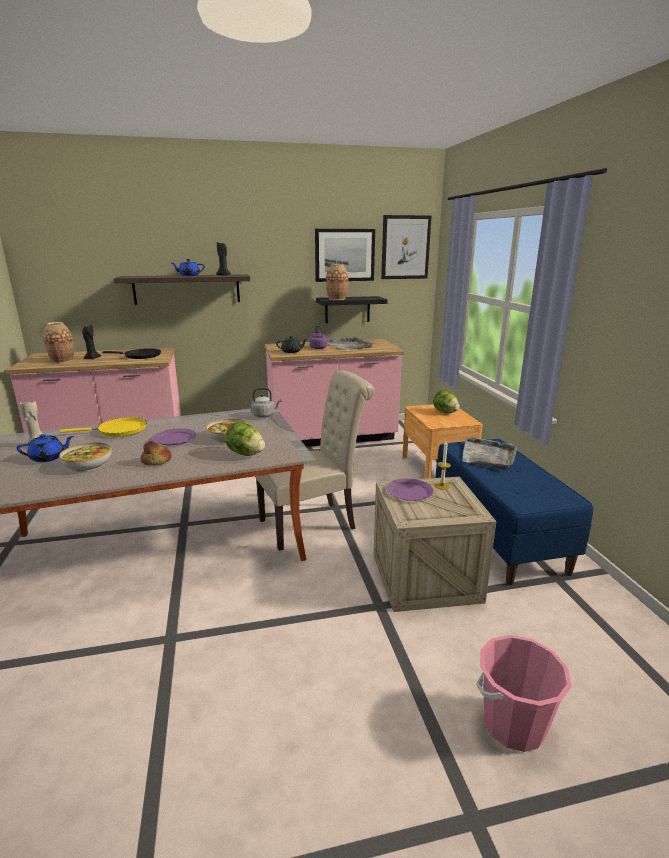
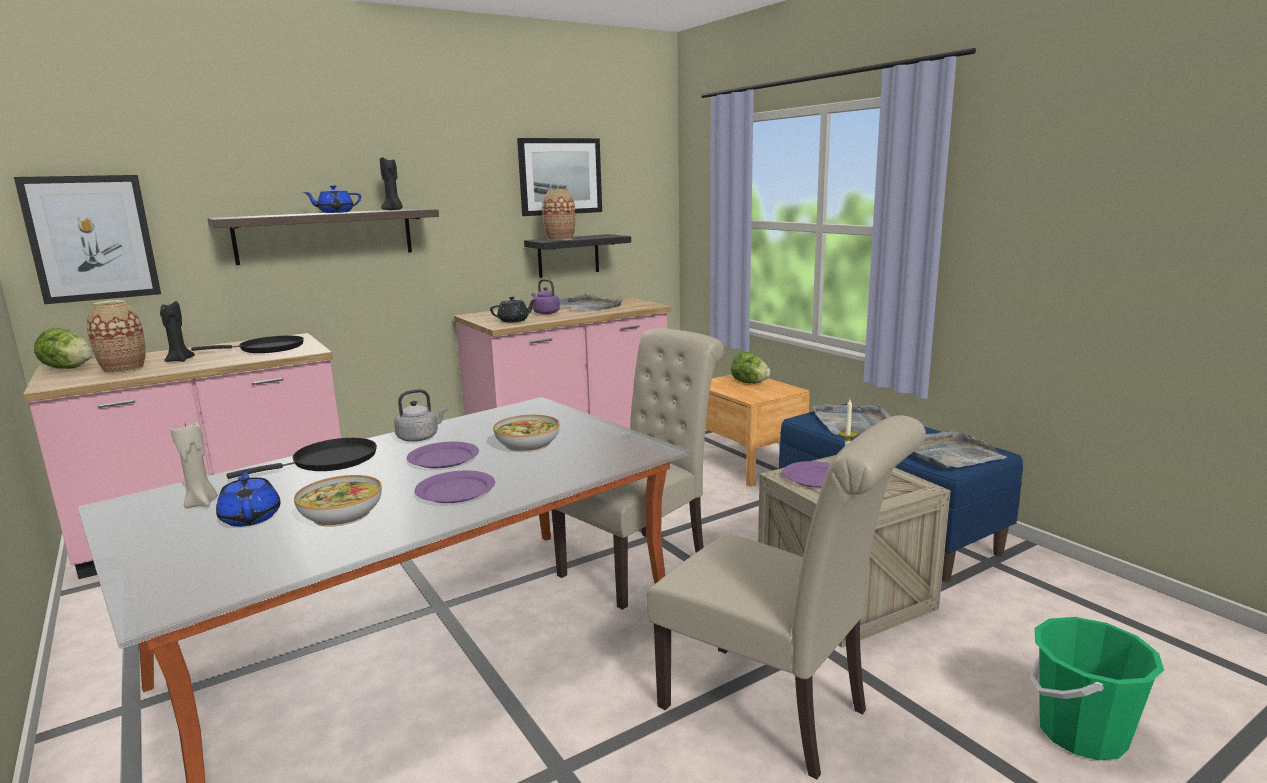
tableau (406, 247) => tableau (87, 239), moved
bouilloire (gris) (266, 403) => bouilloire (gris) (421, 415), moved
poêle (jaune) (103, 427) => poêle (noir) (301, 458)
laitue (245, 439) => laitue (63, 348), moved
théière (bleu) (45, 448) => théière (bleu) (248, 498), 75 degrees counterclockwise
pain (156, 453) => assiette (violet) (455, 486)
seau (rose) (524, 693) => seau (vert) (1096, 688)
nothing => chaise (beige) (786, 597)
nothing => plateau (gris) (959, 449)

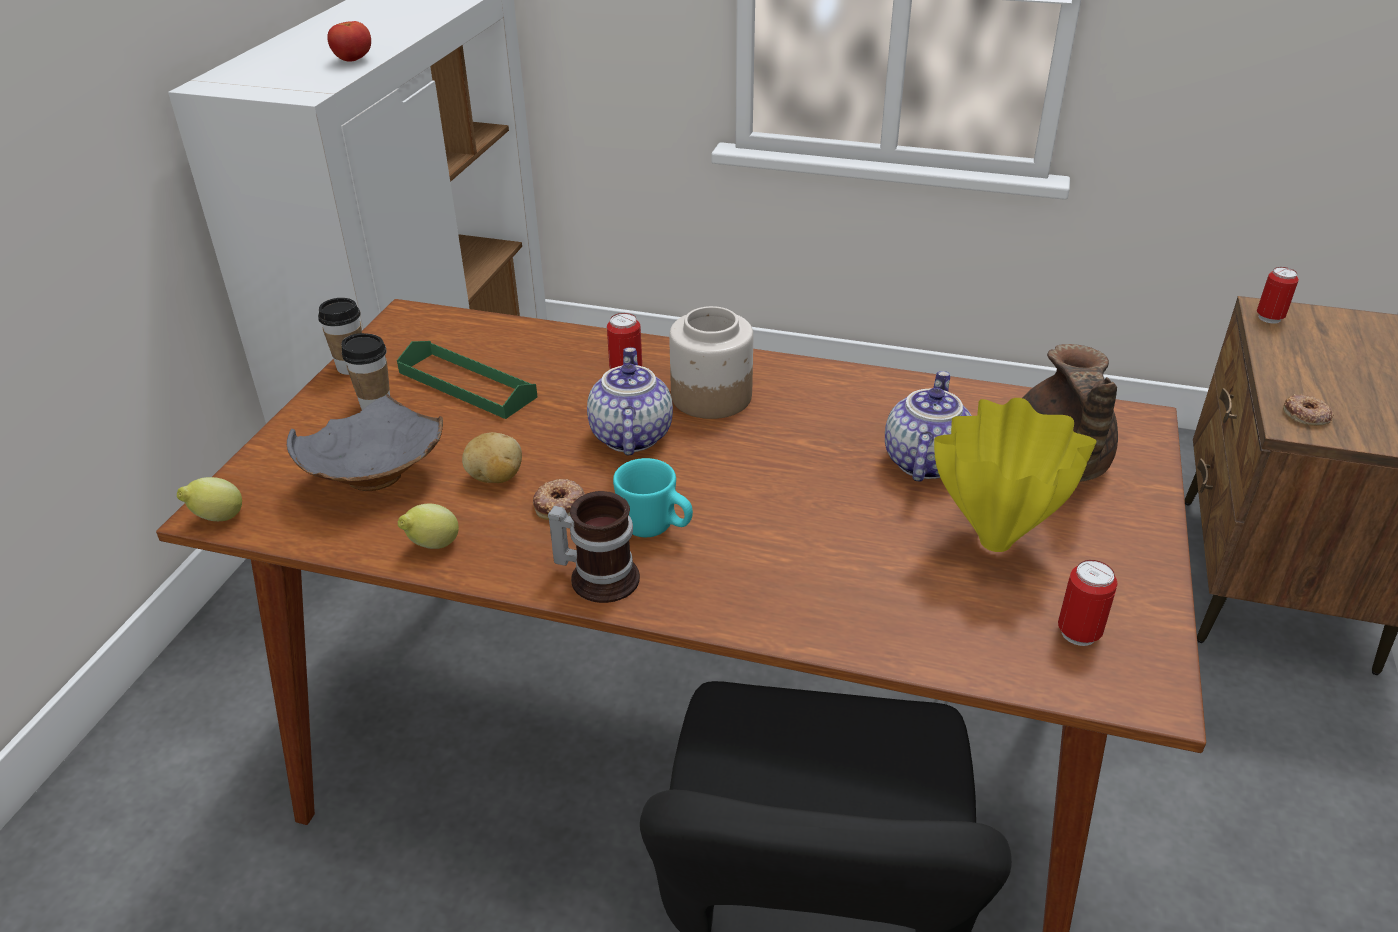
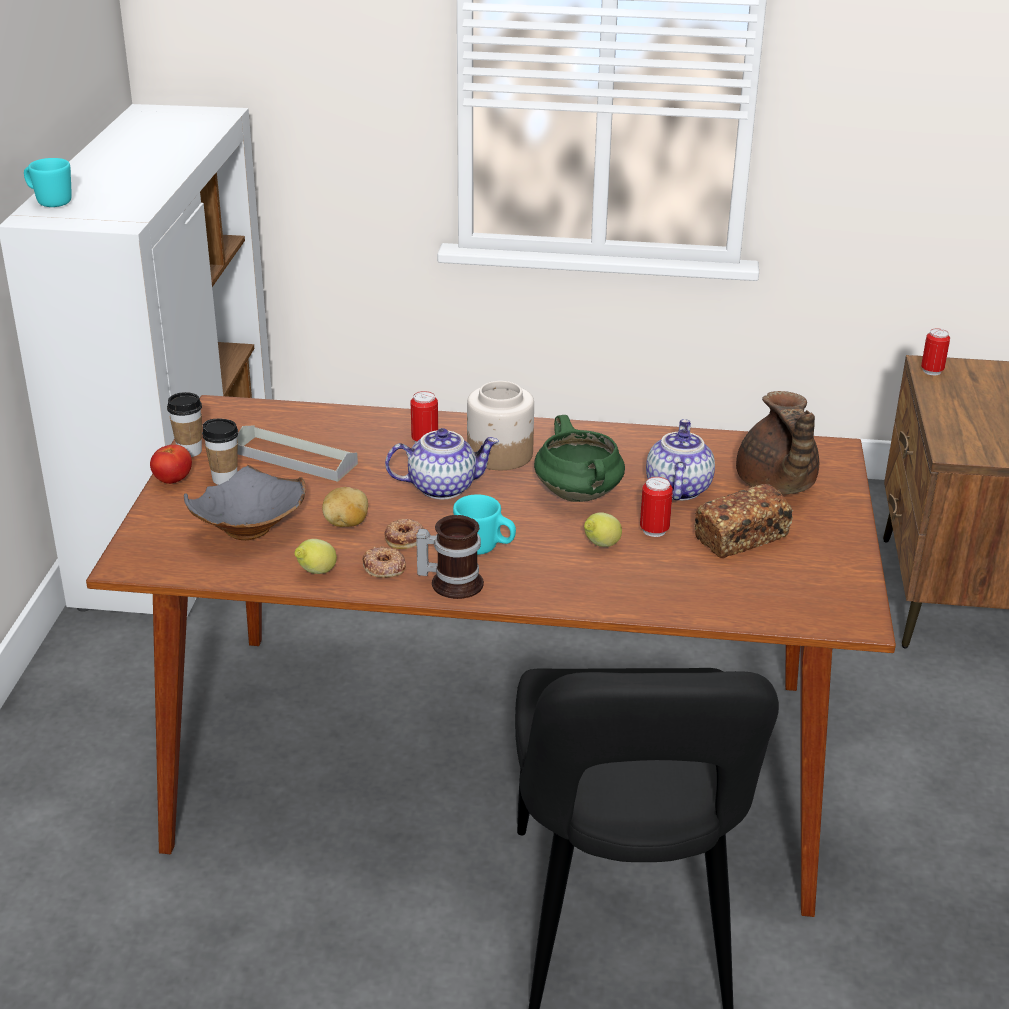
tomate (349, 41) => tomate (171, 464), moved
plateau (vert) (467, 380) => plateau (gris) (297, 454)
théière (630, 401) => théière (442, 463), 90 degrees clockwise
beignet (1308, 410) => beignet (384, 562), moved
vase (jaune) (1015, 475) => pain (743, 521)
citron (209, 499) => citron (603, 529), moved
boîte métallique (1087, 603) => boîte métallique (656, 507), moved
nothing => mug (turquoise) (48, 182)
nothing => marmite (vert) (579, 458)

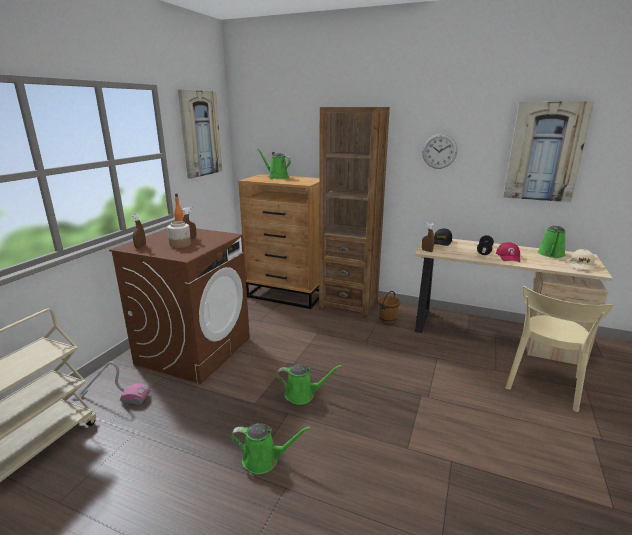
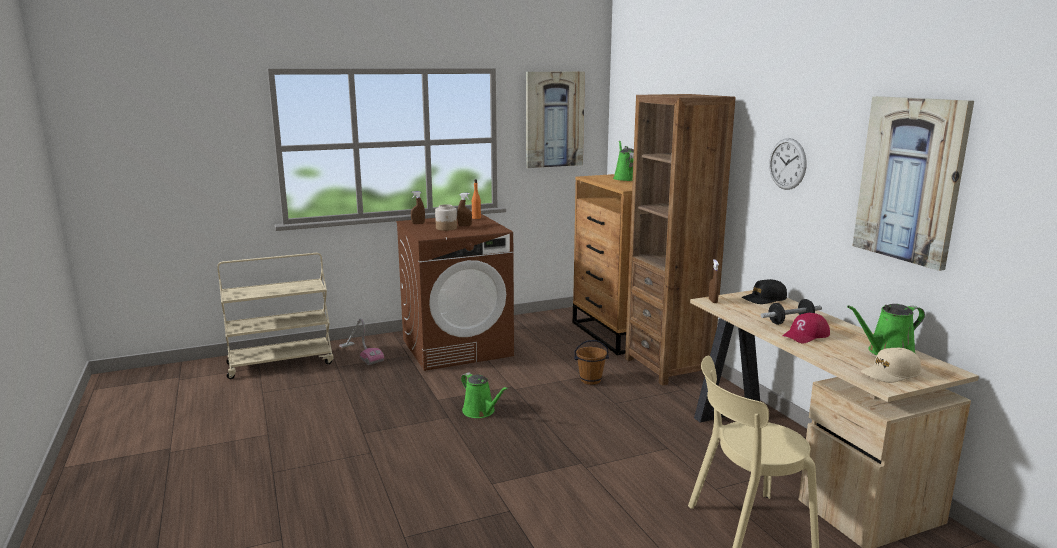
seau (marron) (389, 307) => seau (marron) (591, 362), moved
arrosoir (vert) (270, 448) => nothing

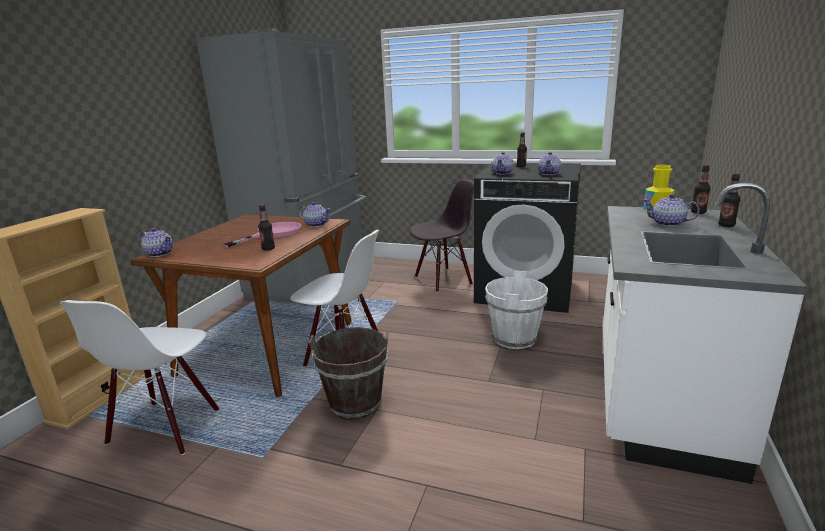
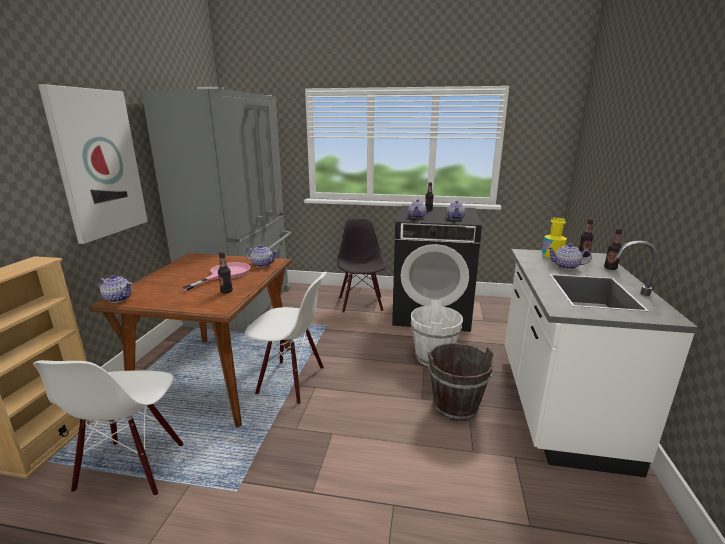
chaise (noir) (441, 235) => chaise (noir) (362, 265), 60 degrees counterclockwise
seau (marron) (349, 373) => seau (marron) (461, 382), moved
nothing => tableau (93, 164)

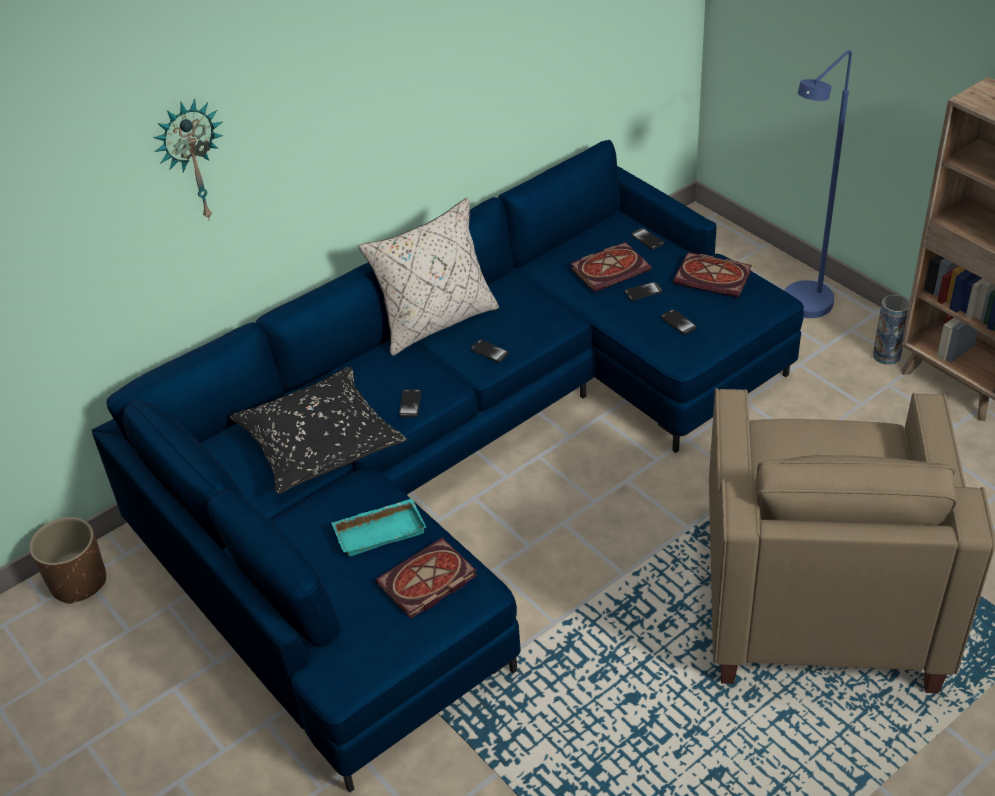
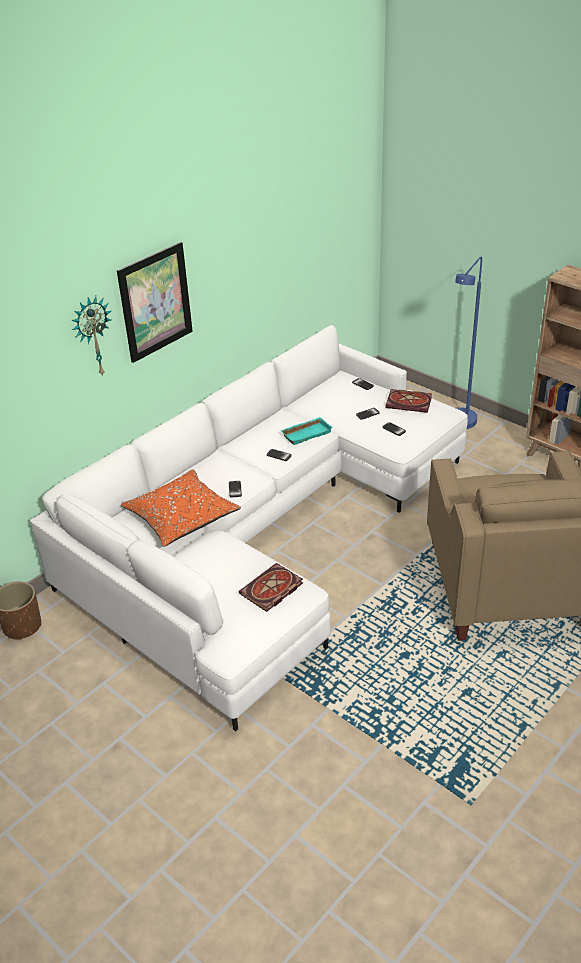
canapé (bleu) (448, 466) => canapé (blanc) (249, 528)
coussin (beige) (428, 277) => nothing
livre (610, 267) => nothing
vase (891, 330) => nothing
coussin (noir) (318, 430) => coussin (orange) (181, 508)
plateau (turquoise) (379, 527) => plateau (turquoise) (306, 431), moved
nothing => tableau (155, 302)

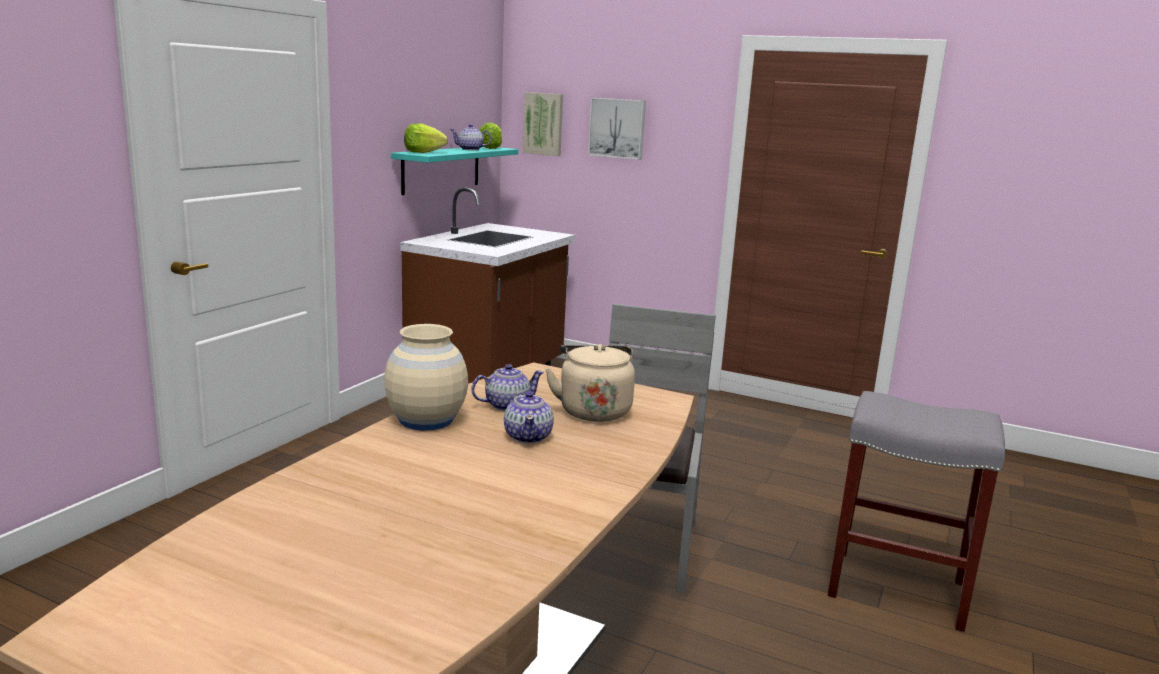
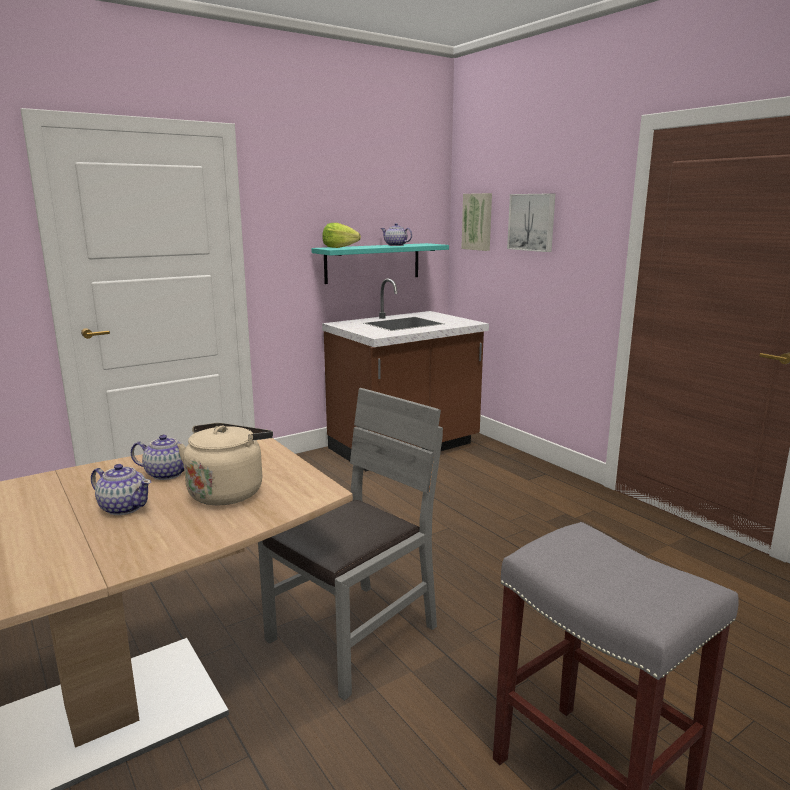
laitue (490, 136) => nothing
vase (beige) (426, 377) => nothing
théière (529, 417) => théière (121, 489), 90 degrees counterclockwise

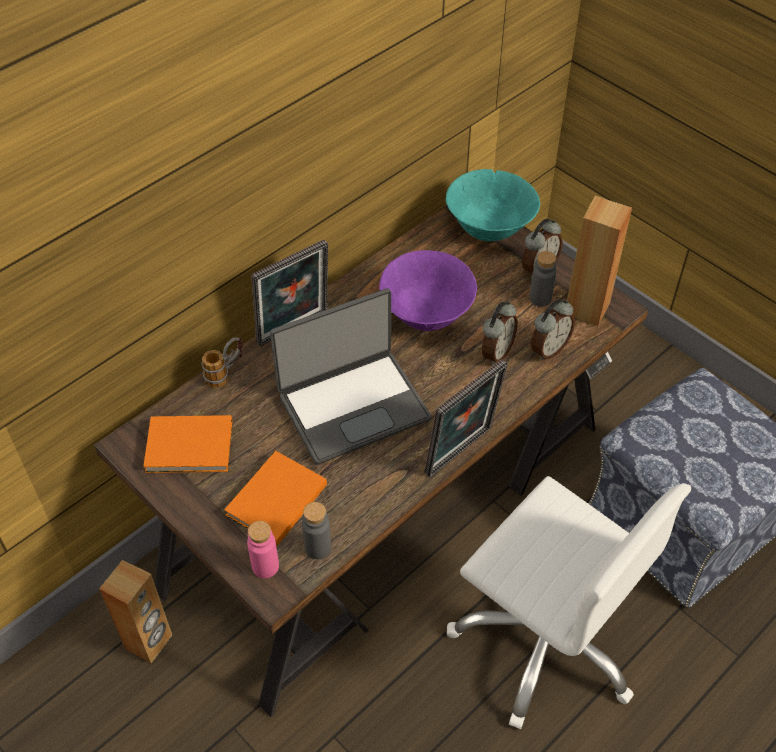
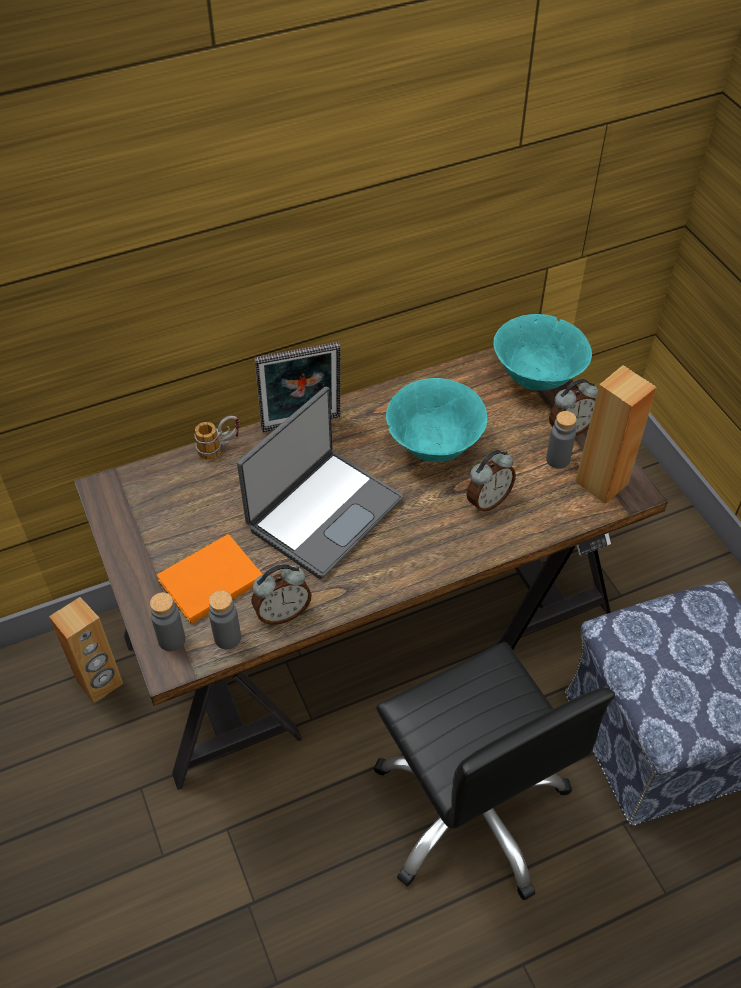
bol (violet) (428, 290) => bol (turquoise) (436, 420)
ordinateur portable (350, 376) => ordinateur portable (320, 482), 45 degrees counterclockwise
réveil (553, 330) => réveil (281, 594), moved
cadre photo (466, 418) => nothing
livre (orange) (187, 444) => nothing
chaise de bureau (blanc) (569, 602) => chaise de bureau (noir) (494, 771)
bouteille (rose) (263, 549) => bouteille (gris) (167, 621)

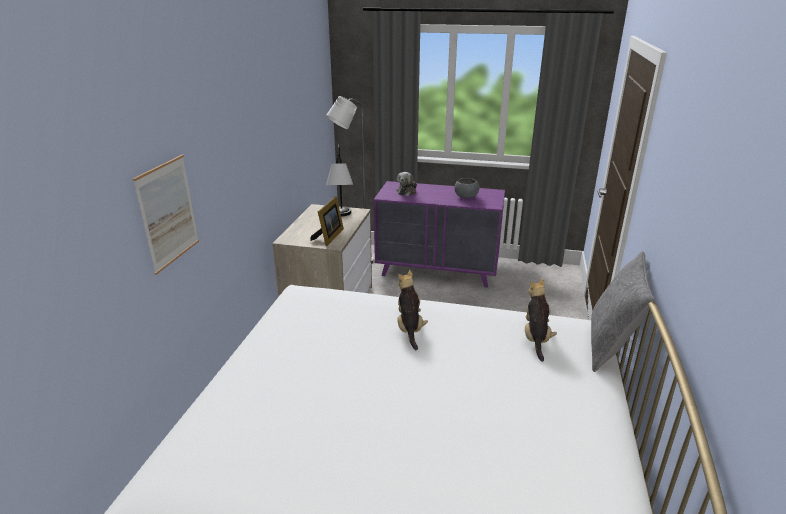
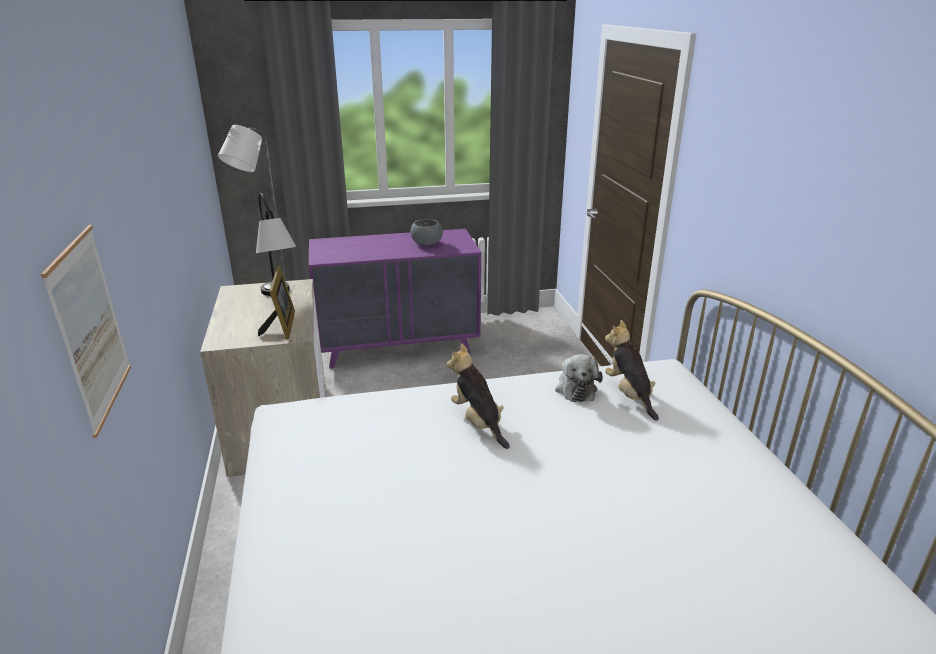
peluche (407, 184) => peluche (579, 378), moved
coussin (gris) (622, 311) => nothing

